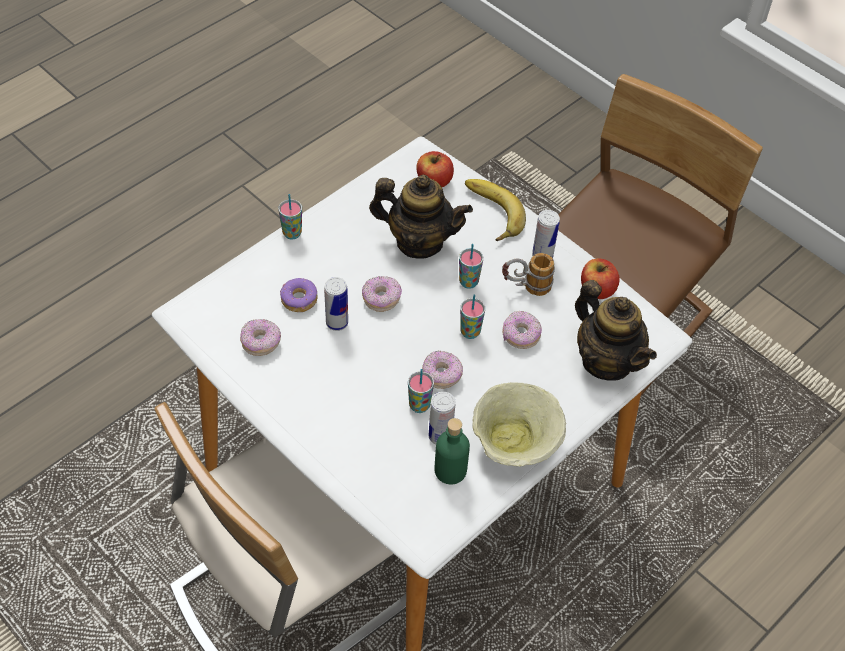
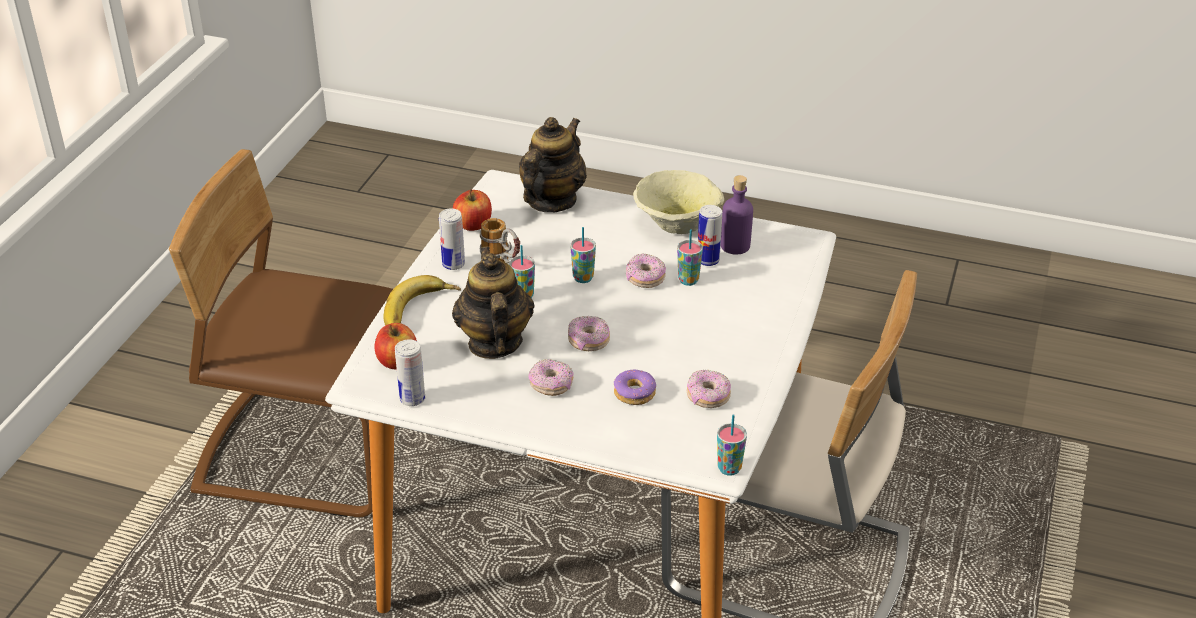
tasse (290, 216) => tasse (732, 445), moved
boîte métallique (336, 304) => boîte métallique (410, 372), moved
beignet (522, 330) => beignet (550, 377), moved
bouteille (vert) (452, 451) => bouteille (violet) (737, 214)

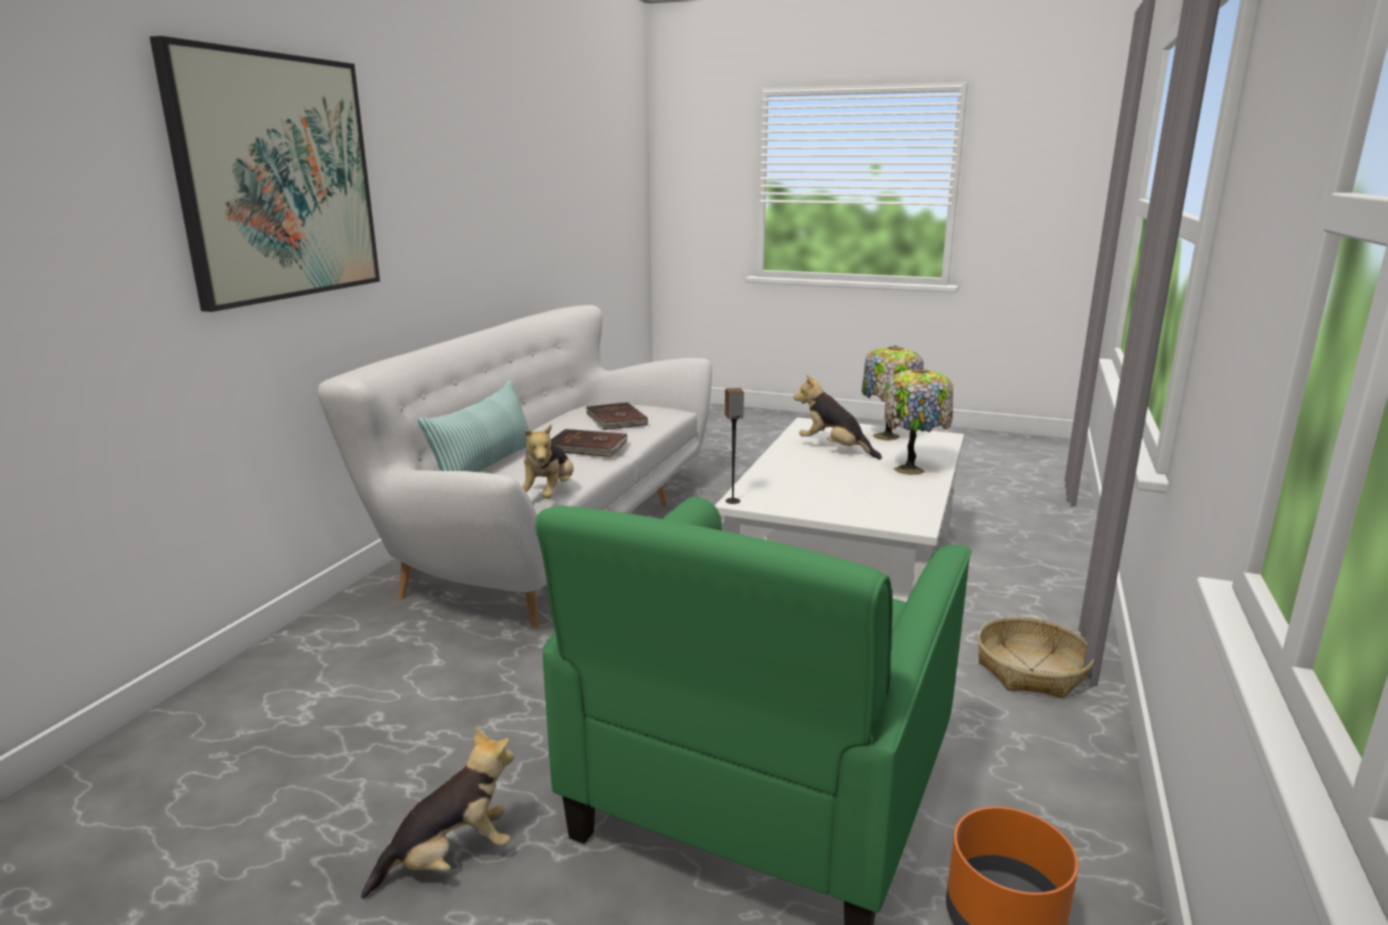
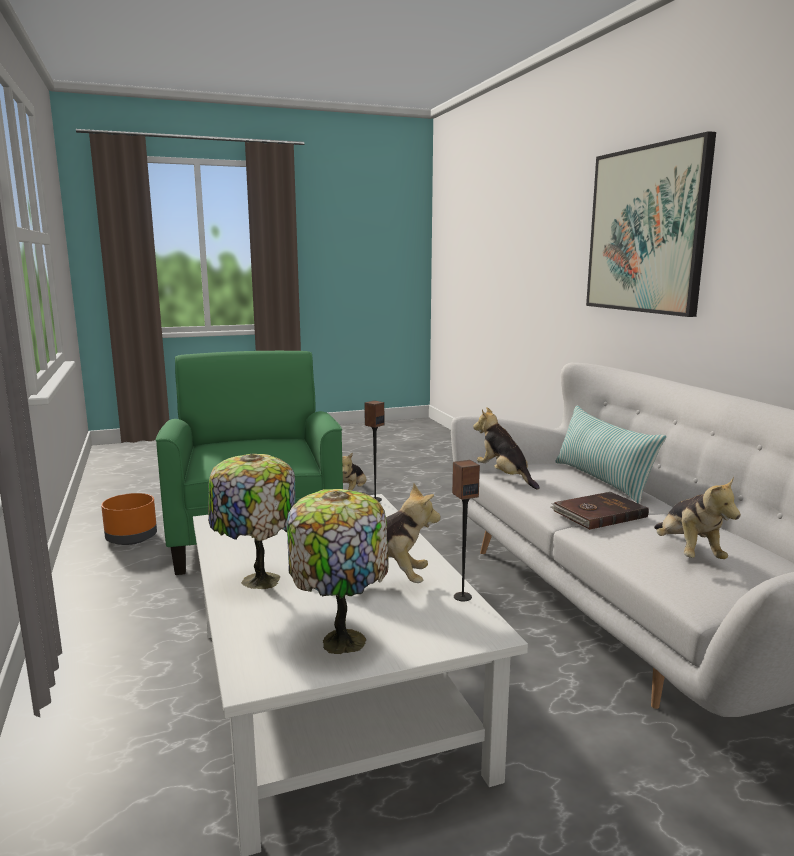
livre (marron) (617, 416) => peluche (697, 518)
panier (1036, 658) => nothing
nothing => enceinte (466, 530)

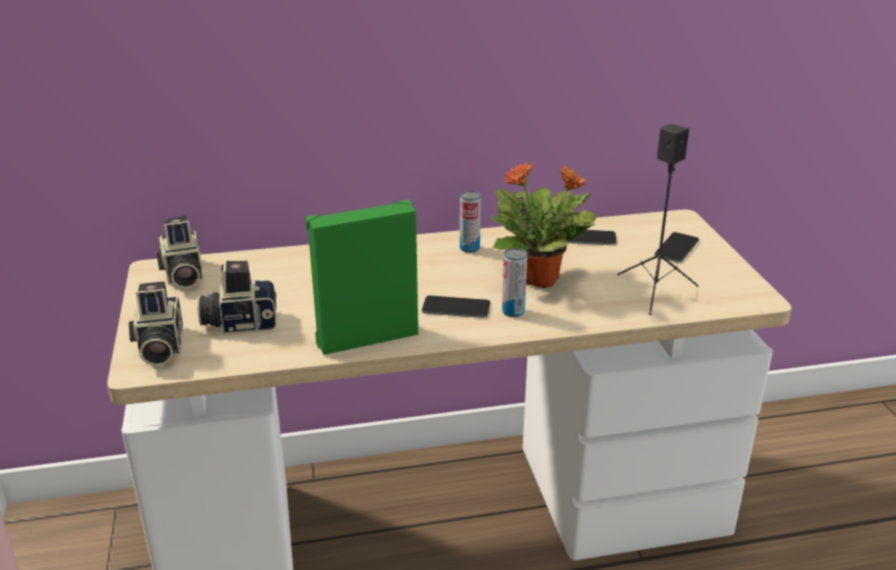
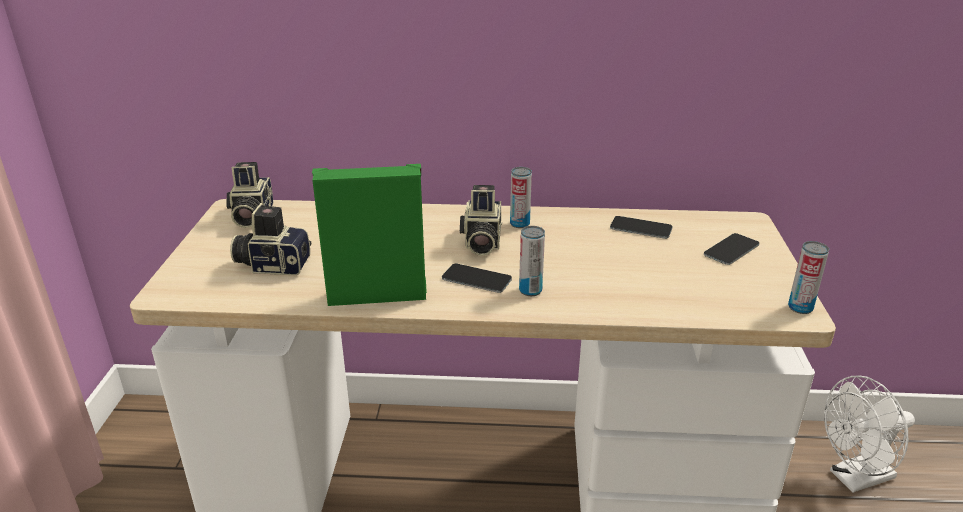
enceinte (noir) (658, 219) => nothing
plante en pot (543, 224) => nothing
appareil photo (156, 323) => appareil photo (481, 220), moved
nothing => boîte métallique (808, 277)
nothing => ventilateur (blanc) (869, 434)

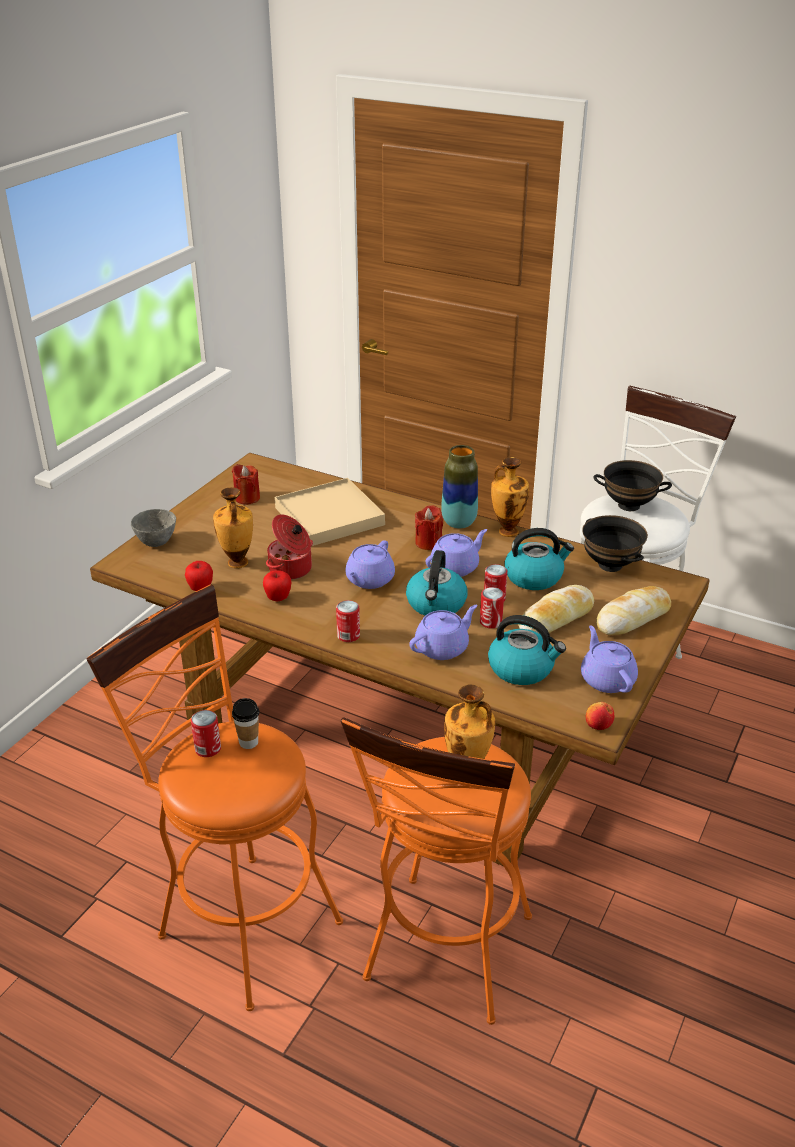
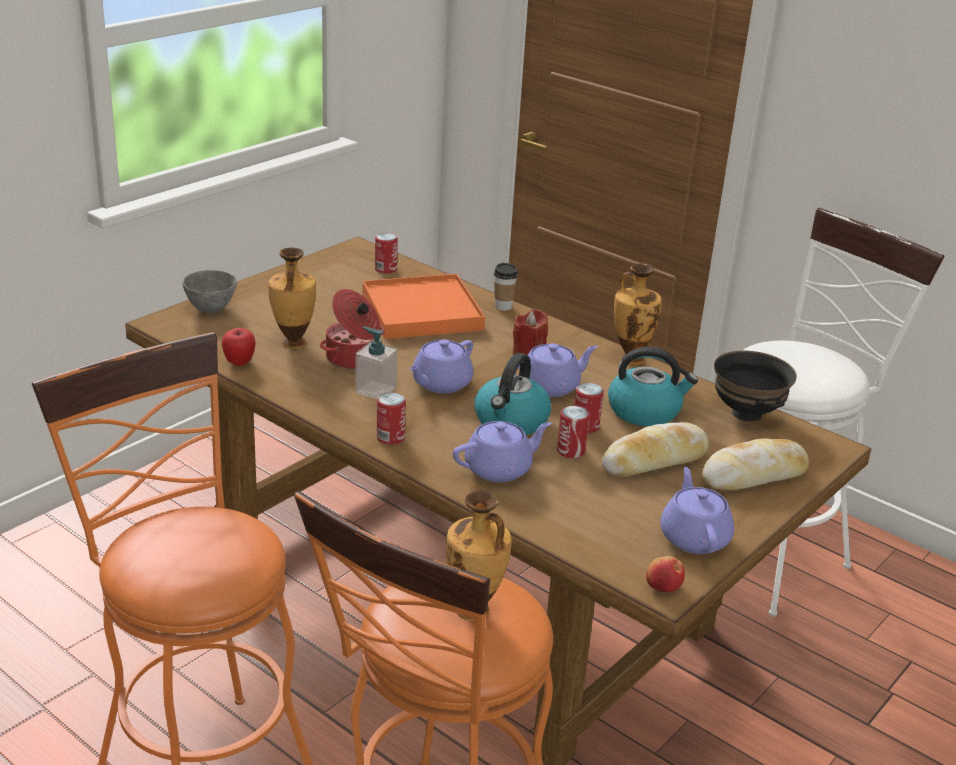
vase (459, 487) => nothing
bol (noir) (633, 485) => nothing
bougie (rouge) (246, 484) => nothing
plateau (beige) (330, 512) => plateau (orange) (424, 306)
pomme (277, 585) => nothing
bouilloire (527, 650) => nothing
tasse (245, 723) => tasse (506, 287), moved
boîte métallique (206, 733) => boîte métallique (386, 253), moved
nothing => distributeur de savon (376, 363)

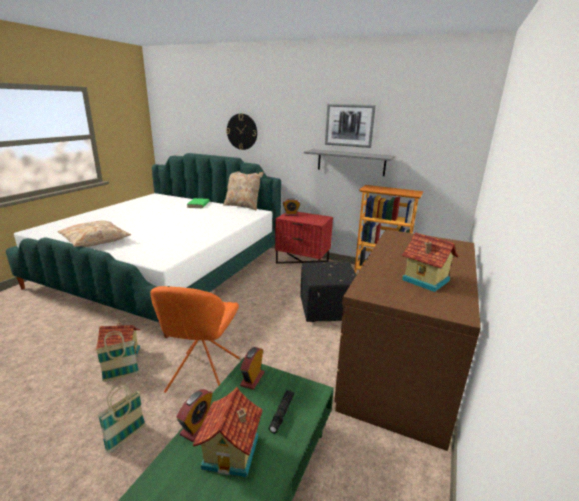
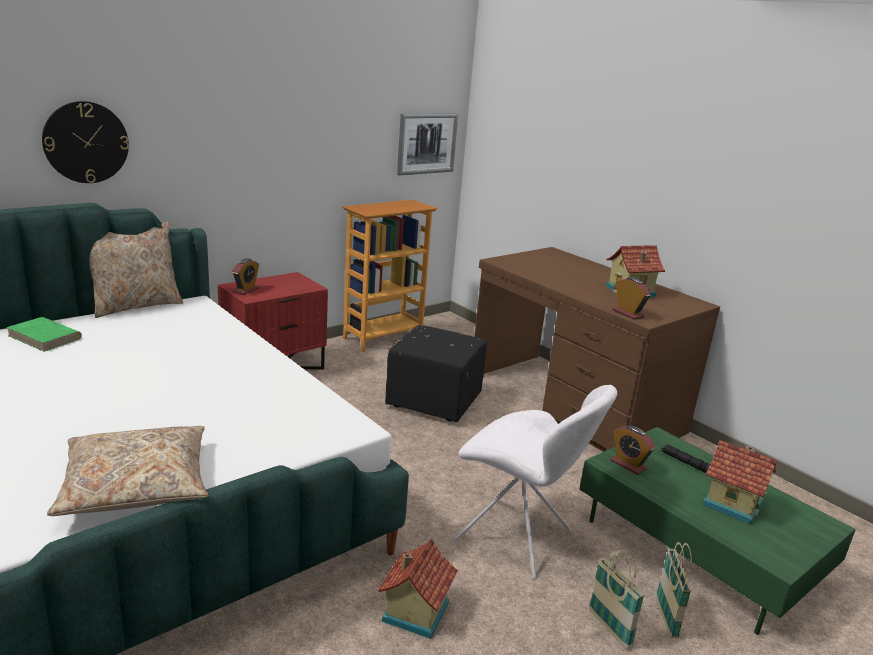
tableau (350, 126) => tableau (427, 144), moved
étagère (gris) (349, 162) => nothing
chaise (orange) (194, 339) => chaise (blanc) (535, 482)
panier (117, 356) => panier (674, 590), moved
réveil (194, 415) => réveil (631, 298), moved

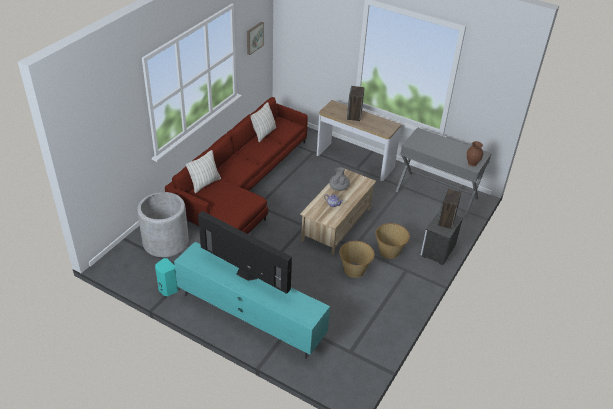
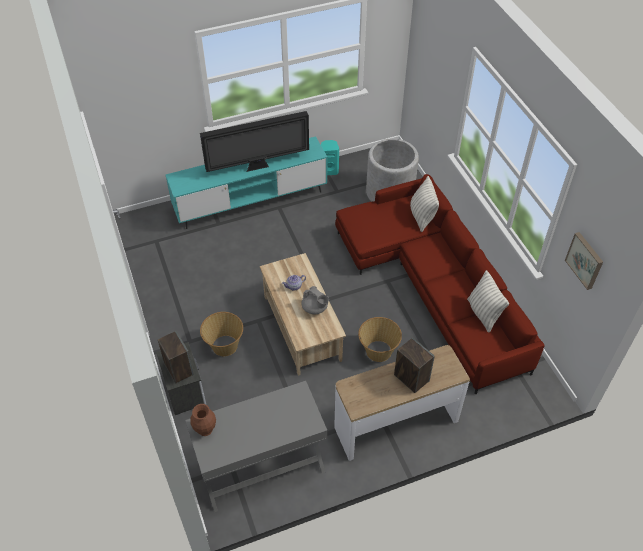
panier (357, 259) => panier (380, 339), moved

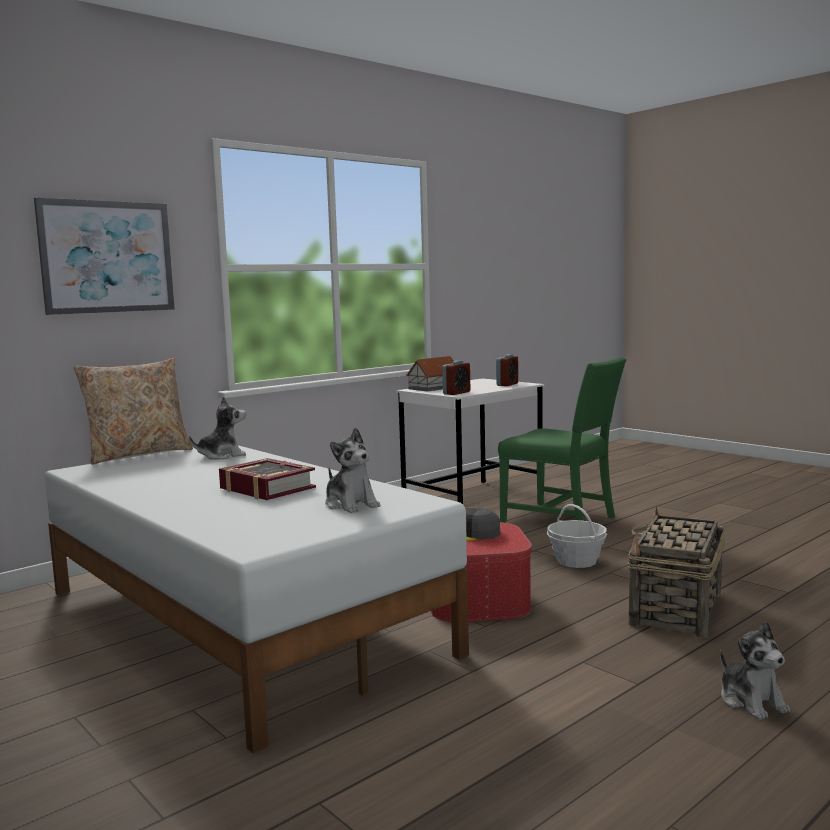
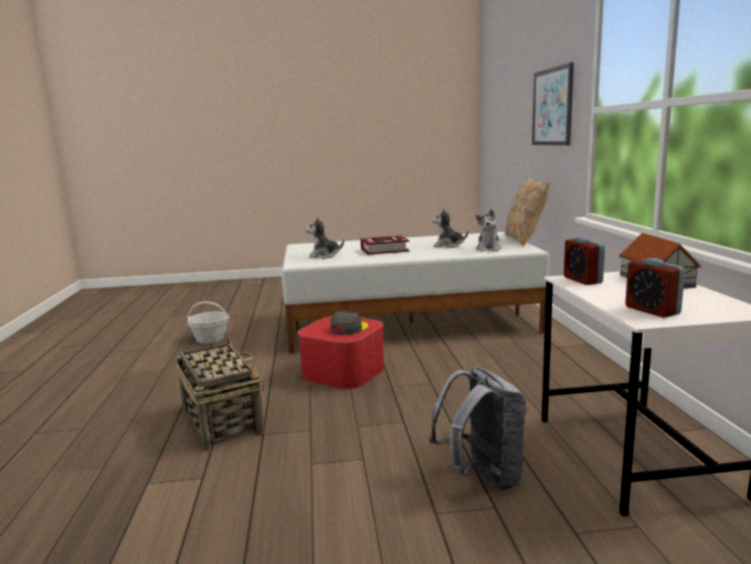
chaise (vert) (562, 440) => sac à dos (gris) (478, 428)
panier (577, 536) => panier (208, 323), moved
peluche (755, 670) => peluche (449, 228), moved

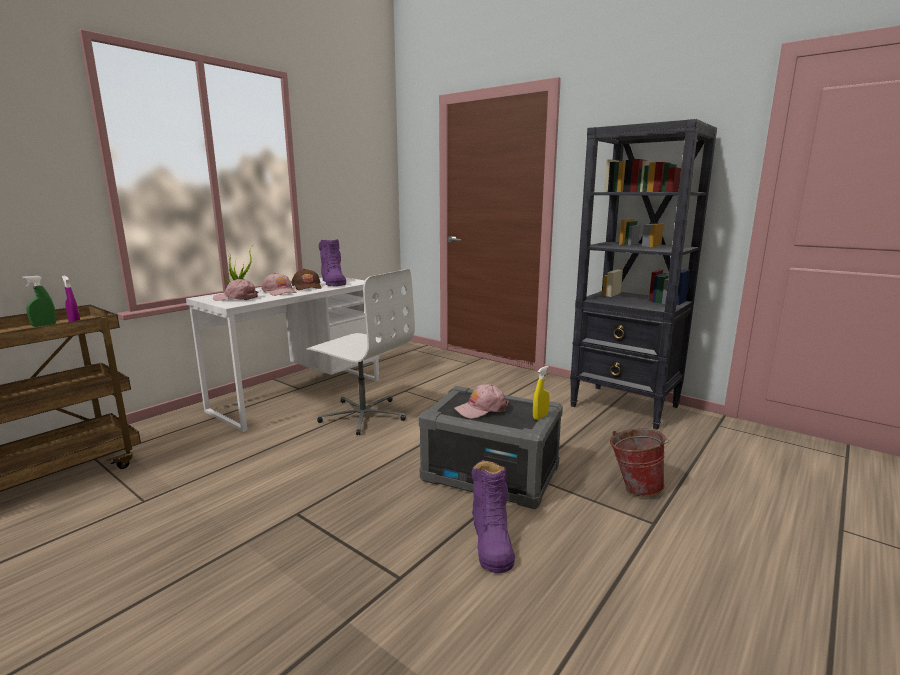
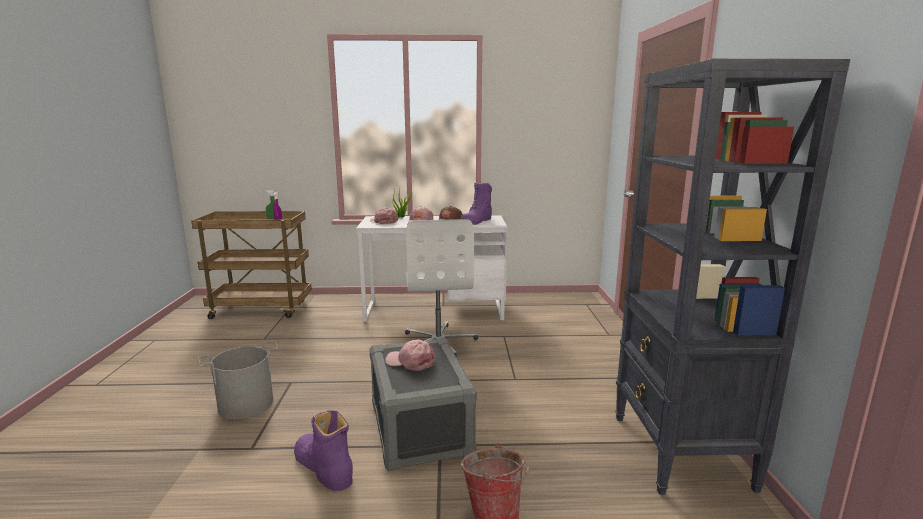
vaporisateur (jaune) (541, 393) => nothing
botte (violet) (493, 516) => botte (violet) (323, 450), 90 degrees clockwise
nothing => seau (gris) (238, 379)

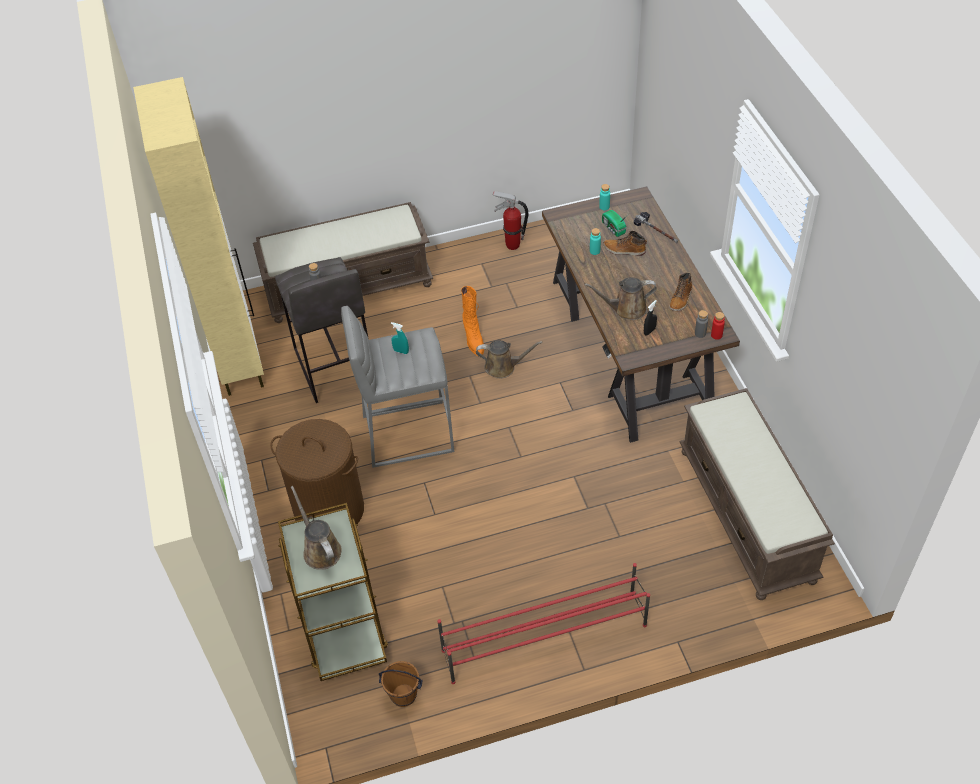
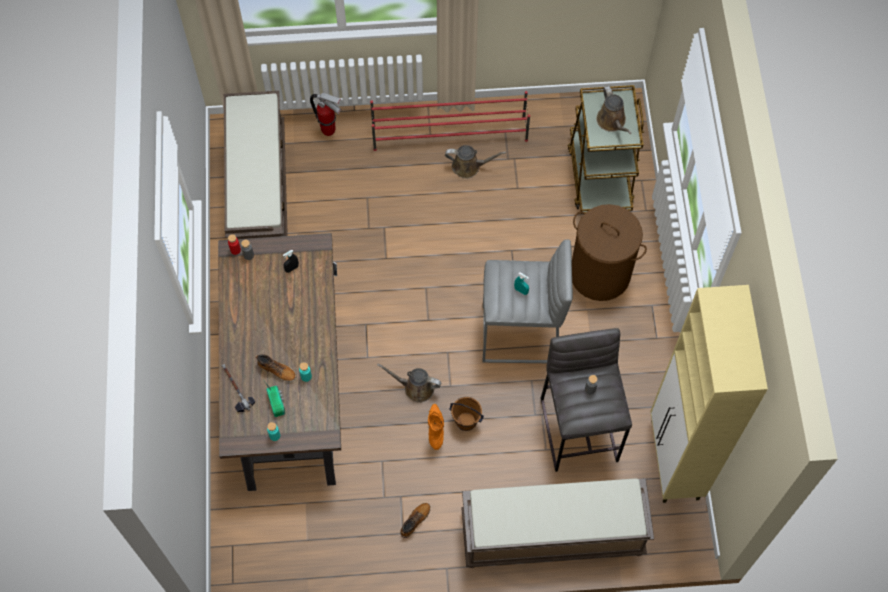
extincteur (510, 220) => extincteur (325, 114), moved
botte (680, 291) => botte (415, 520), moved
arrosoir (marron) (621, 298) => arrosoir (marron) (475, 162), moved
seau (marron) (401, 684) => seau (marron) (466, 414), moved

